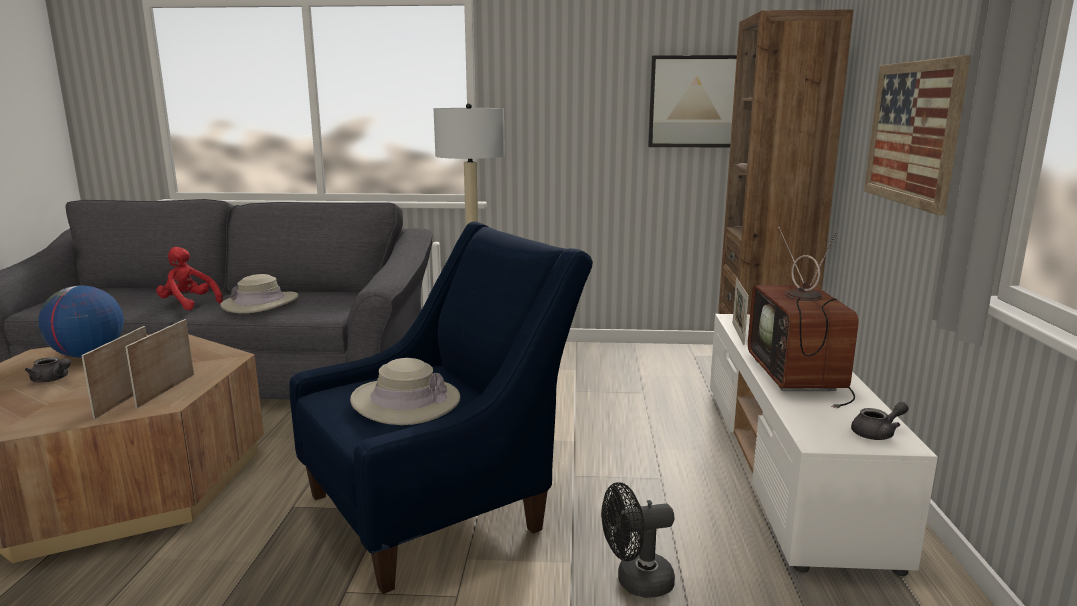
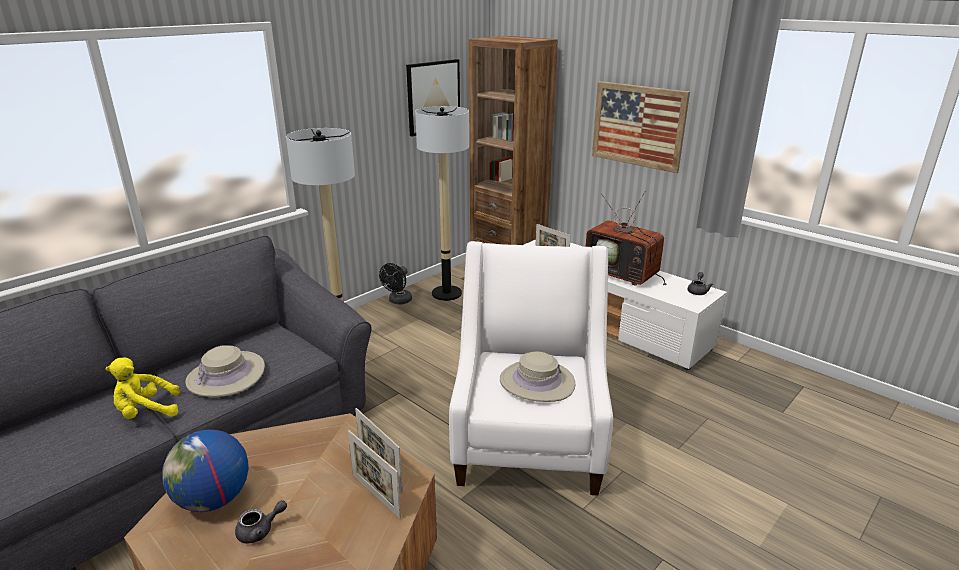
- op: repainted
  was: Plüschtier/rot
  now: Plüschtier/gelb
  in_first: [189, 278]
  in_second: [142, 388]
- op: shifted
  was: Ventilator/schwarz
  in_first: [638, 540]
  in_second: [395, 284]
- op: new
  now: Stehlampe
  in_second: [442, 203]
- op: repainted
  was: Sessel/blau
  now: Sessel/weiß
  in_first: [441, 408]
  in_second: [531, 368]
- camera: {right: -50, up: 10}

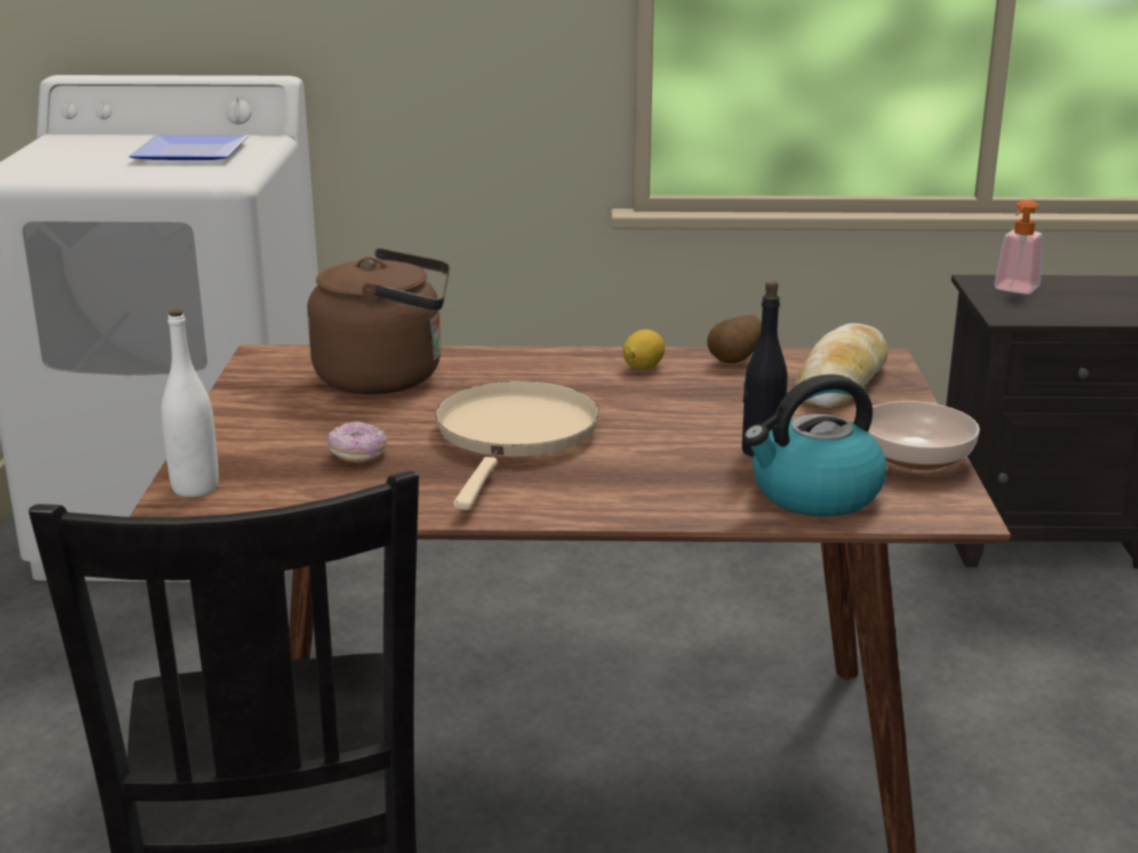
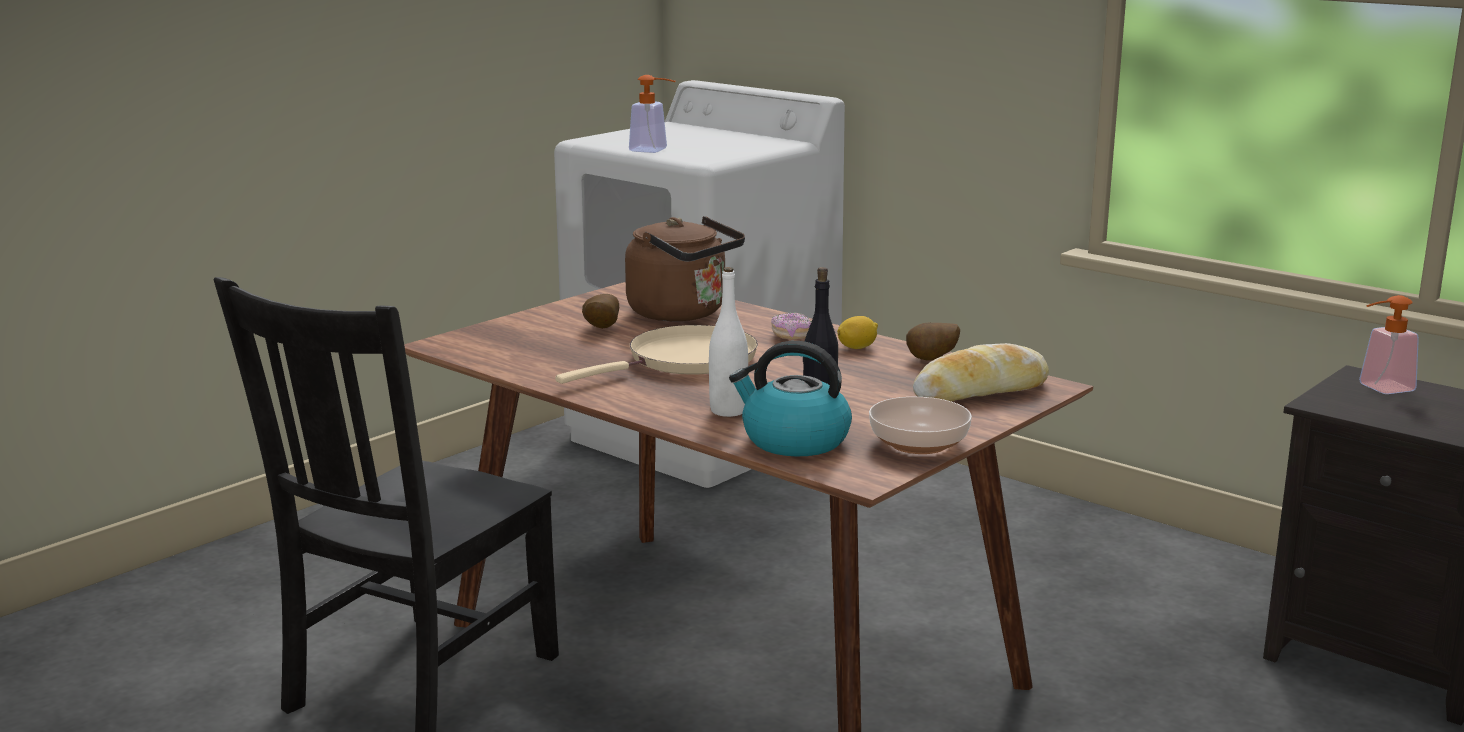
- op: new
  now: Kartoffel
  in_second: [600, 311]
- op: new
  now: Seifenspender
  in_second: [652, 114]
- op: shifted
  was: Flasche/weiß
  in_first: [190, 403]
  in_second: [728, 342]
- op: shifted
  was: Donut
  in_first: [357, 442]
  in_second: [791, 326]
- op: gone
  was: Teller
  in_first: [188, 147]
- camera: {right: 40, up: -5}

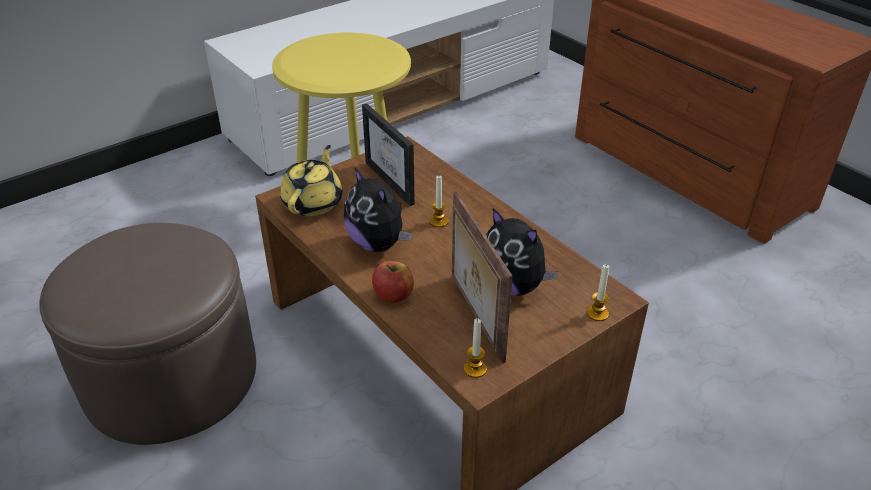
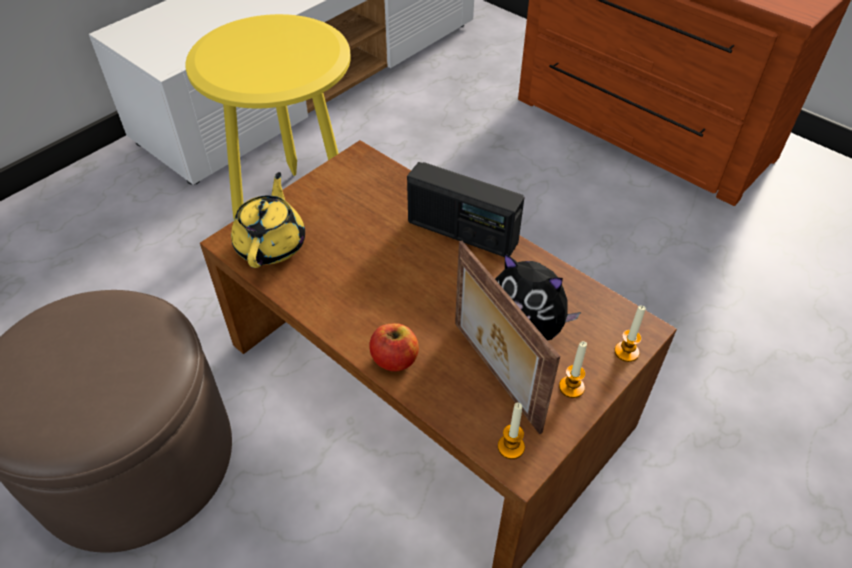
- op: new
  now: Radio
  in_second: [466, 209]
- op: shifted
  was: Kerze
  in_first: [438, 201]
  in_second: [573, 369]
- op: gone
  was: Plüschtier
  in_first: [378, 209]
- op: gone
  was: Bilderrahmen
  in_first: [388, 154]
- camera: {right: -10, up: 10}

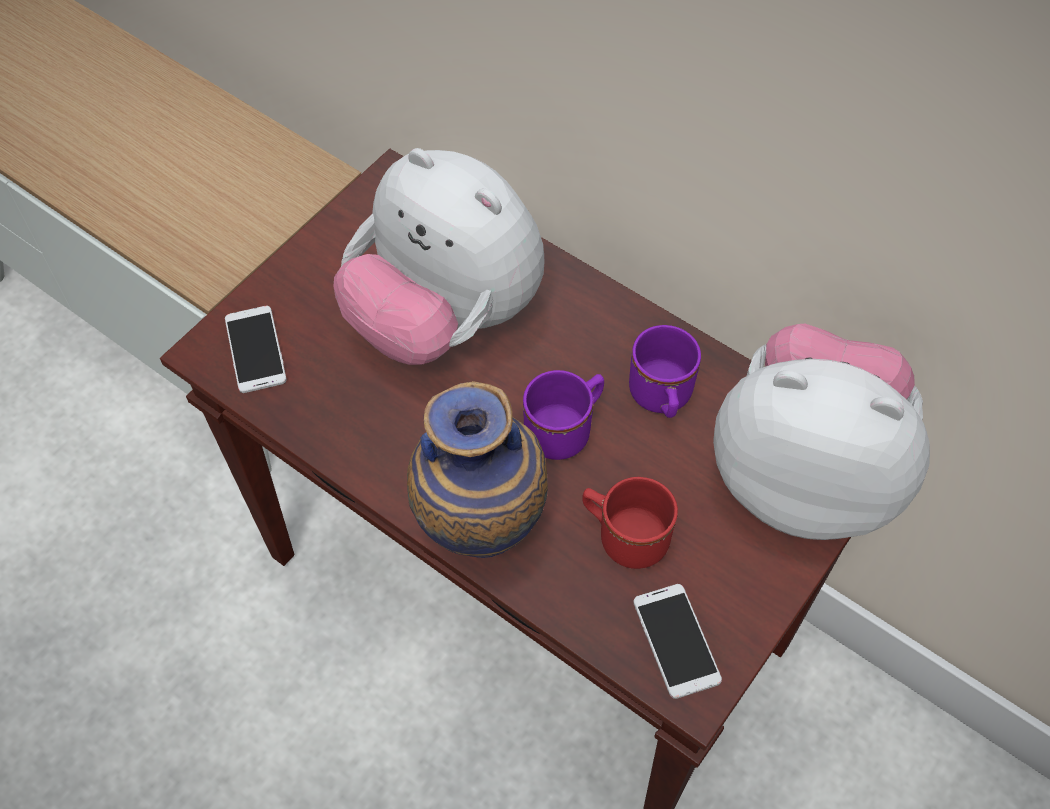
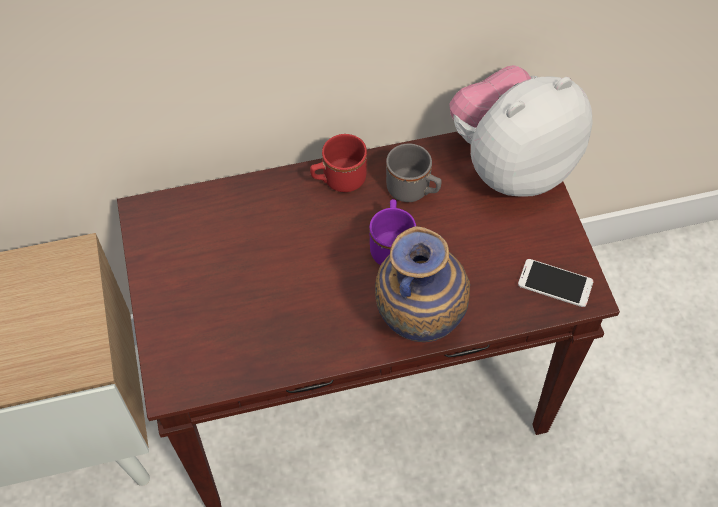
- op: shifted
  was: Henkelbecher/rot
  in_first: [630, 523]
  in_second: [338, 163]
- op: repainted
  was: Henkelbecher/lila
  now: Henkelbecher/grau
  in_first: [665, 371]
  in_second: [413, 173]
- op: gone
  was: Handy
  in_first: [256, 349]
- op: gone
  was: Plüschtier
  in_first: [439, 256]
- camera: {right: -50, up: 0}

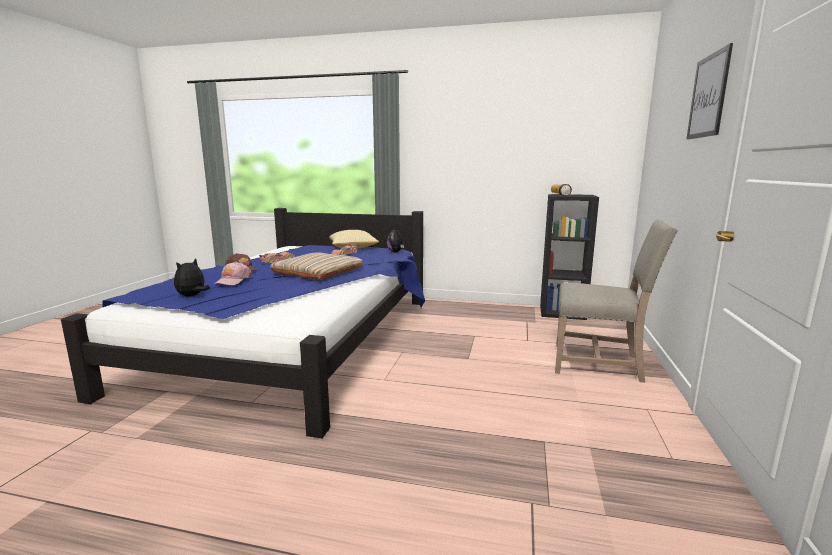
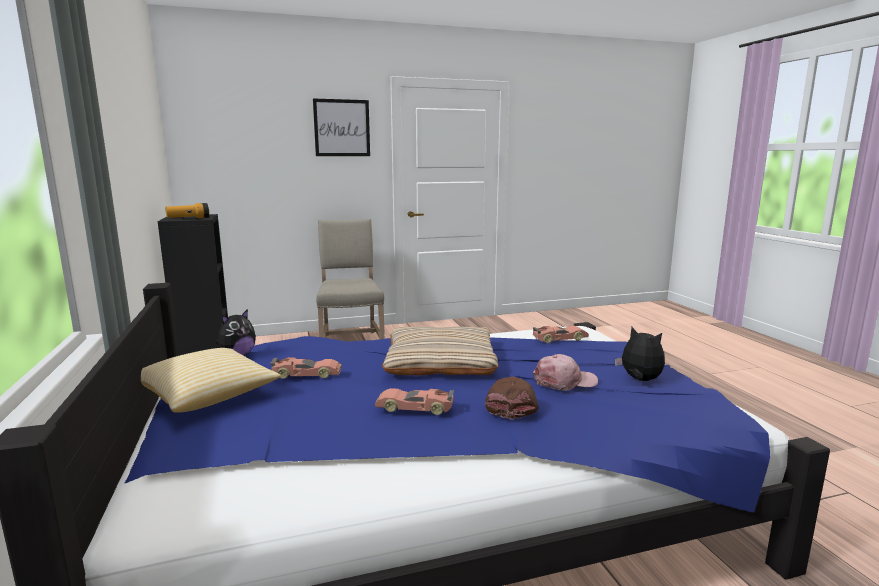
- op: new
  now: Spielzeugauto
  in_second: [561, 334]
- op: rotated
  was: Plüschtier
  in_first: [192, 277]
  in_second: [640, 354]
  clockwise: -135
- camera: {right: -120, up: 0}

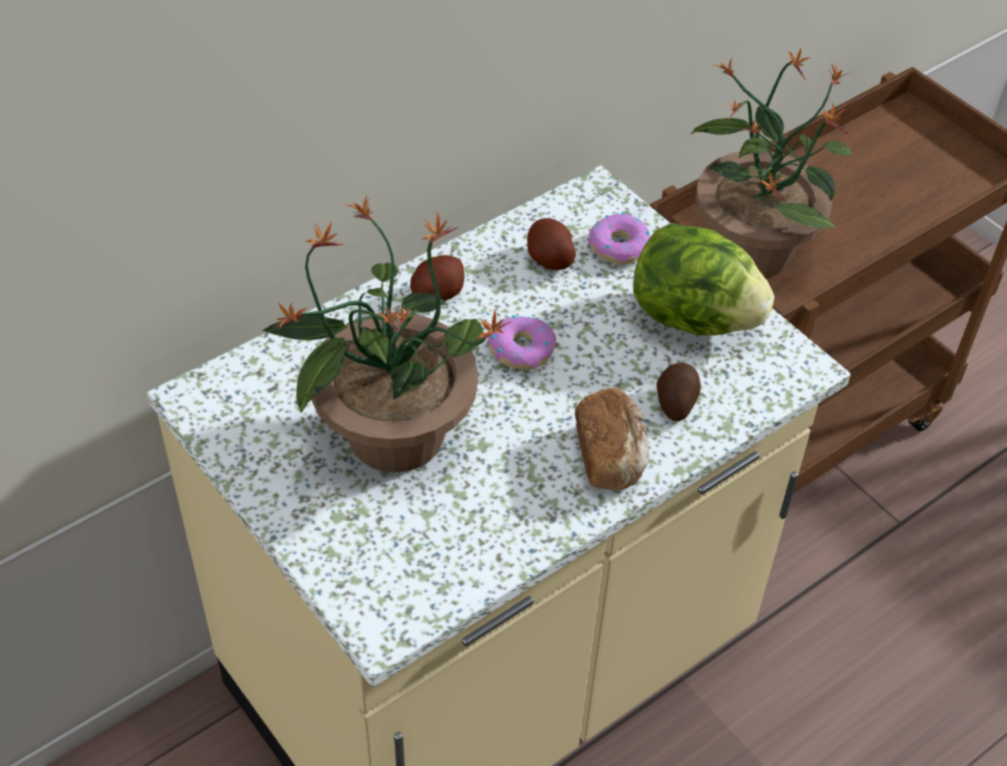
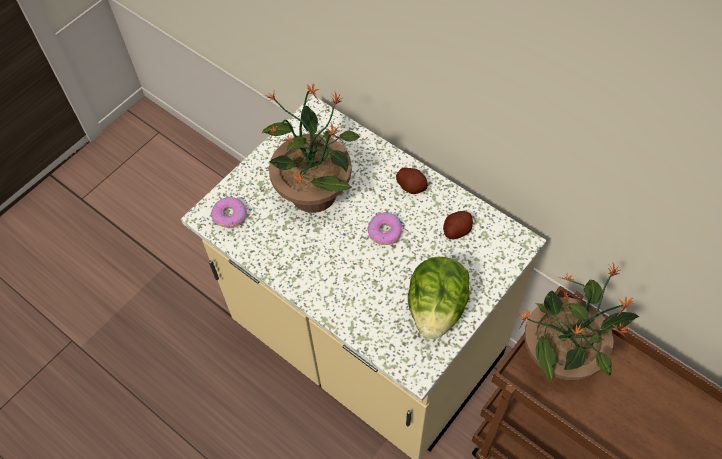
- op: shifted
  was: Donut
  in_first: [619, 238]
  in_second: [229, 212]
- op: gone
  was: Brot
  in_first: [612, 439]
- op: gone
  was: Kartoffel
  in_first: [678, 392]
- camera: {right: 80, up: 10}

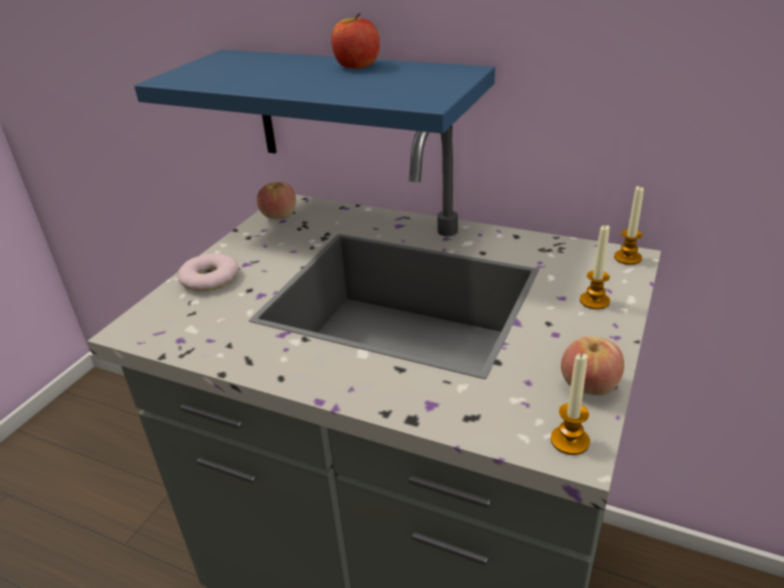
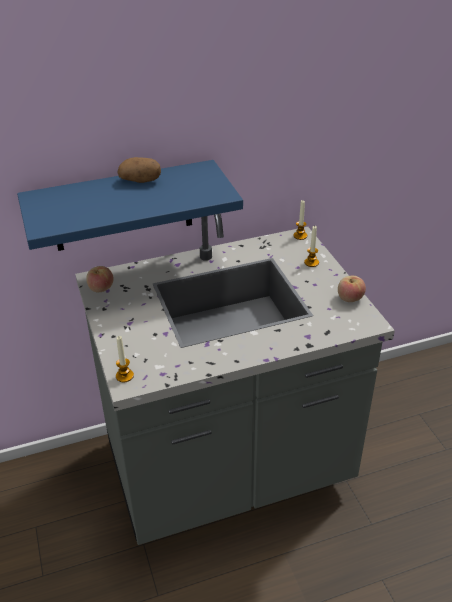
- op: shifted
  was: Kerze
  in_first: [570, 404]
  in_second: [125, 359]
- op: swapped
  was: Apfel
  now: Kartoffel
  in_first: [355, 41]
  in_second: [139, 170]
- op: gone
  was: Donut
  in_first: [208, 272]
- camera: {right: -45, up: 5}

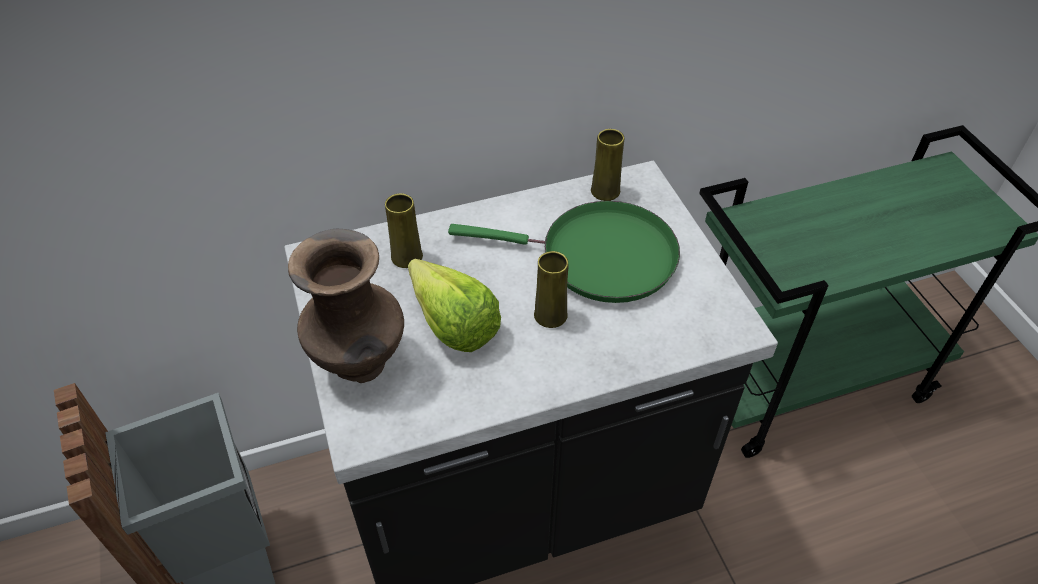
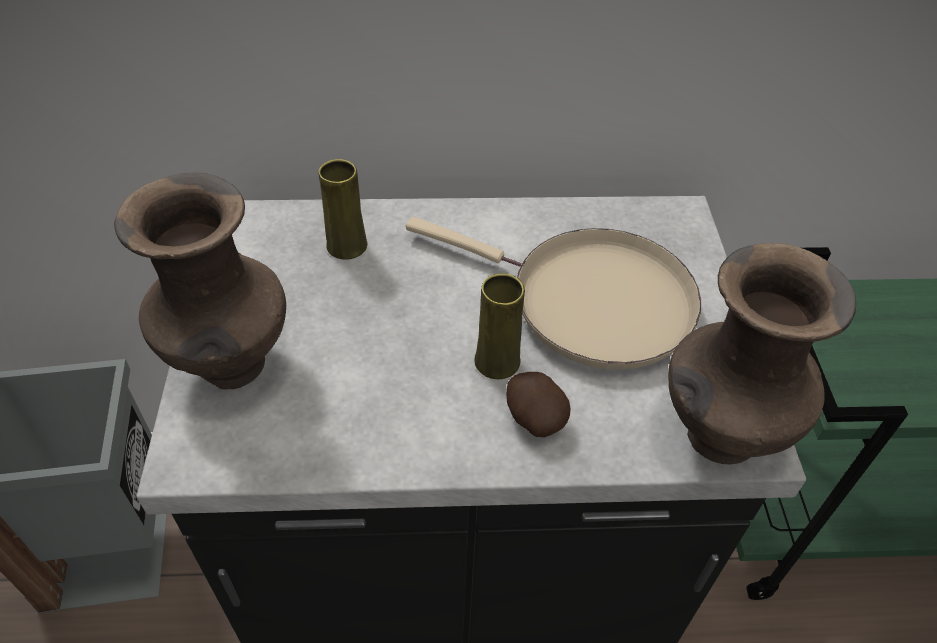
- op: repainted
  was: Pfanne/grün
  now: Pfanne/beige
  in_first: [564, 252]
  in_second: [553, 293]
- op: new
  now: Kartoffel
  in_second: [538, 404]
- op: new
  now: Vase/braun
  in_second: [762, 353]
- op: gone
  was: Salatkopf
  in_first: [454, 305]
- op: gone
  was: Vase/gelb
  in_first: [607, 165]
- camera: {right: 15, up: 0}

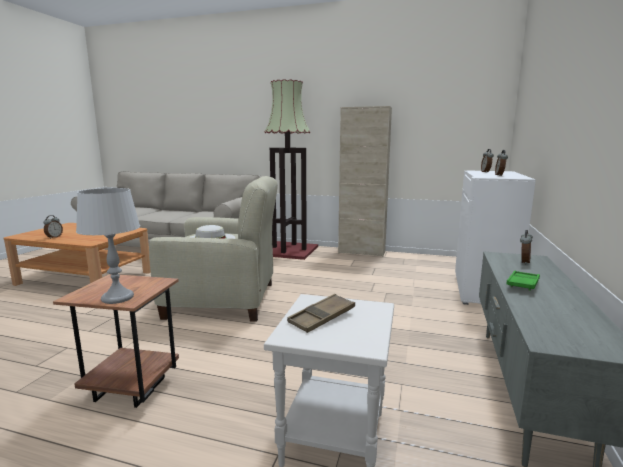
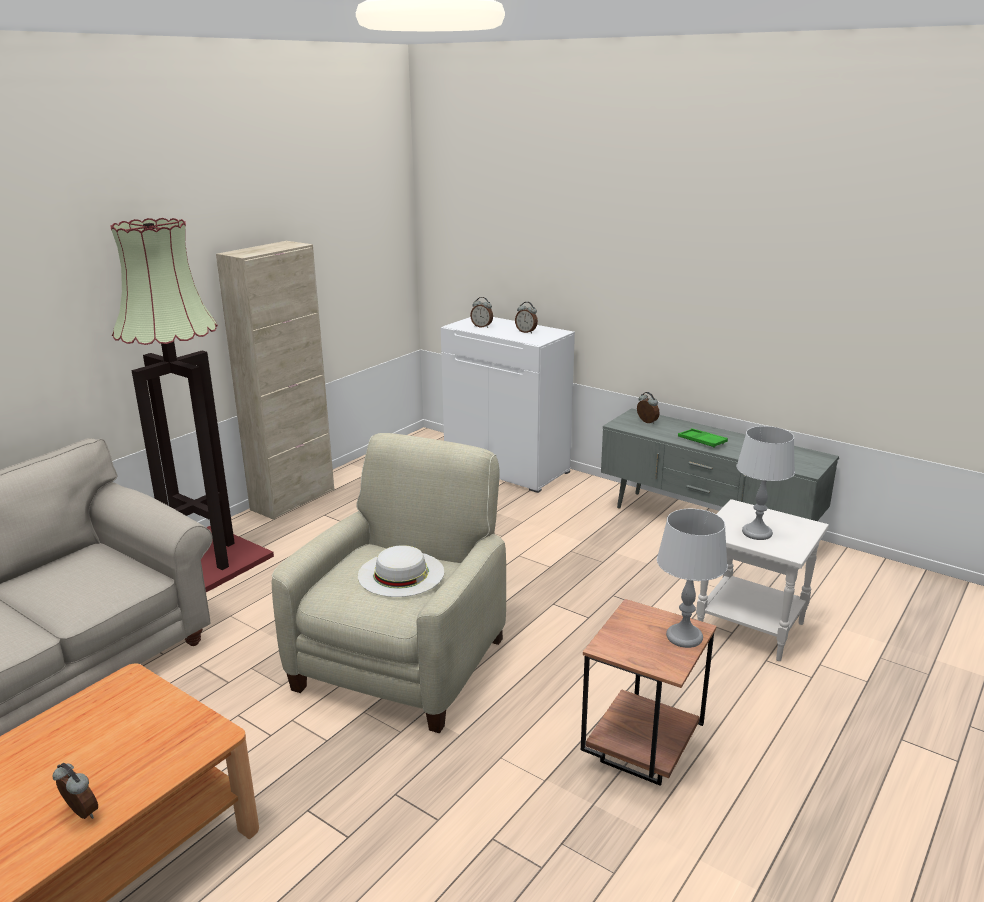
- op: swapped
  was: Tablett/braun
  now: Tischlampe/grau
  in_first: [321, 313]
  in_second: [766, 483]
- camera: {right: -70, up: 10}

